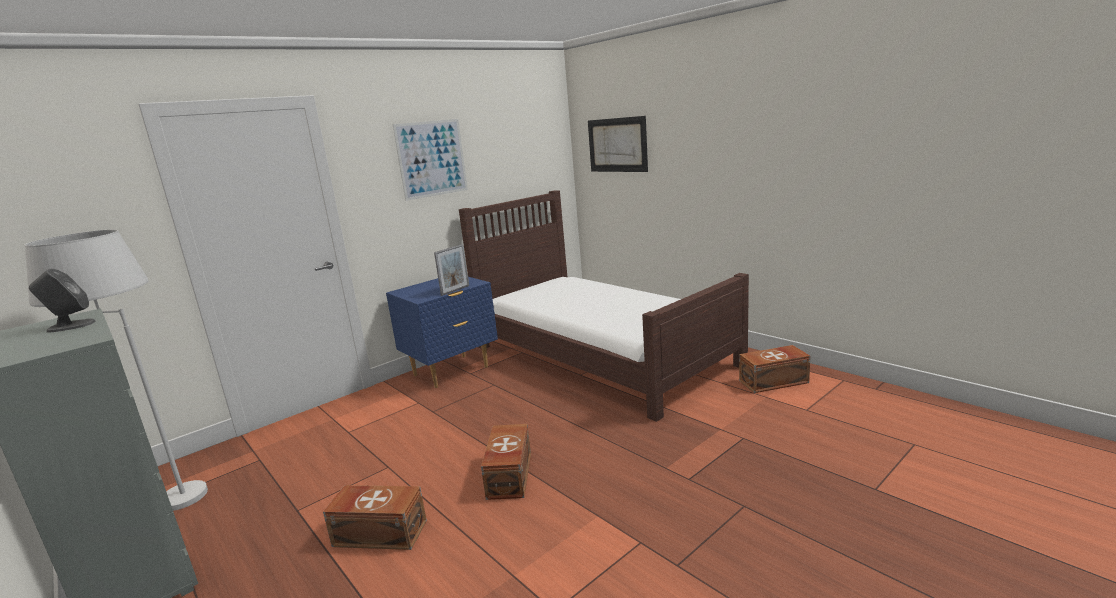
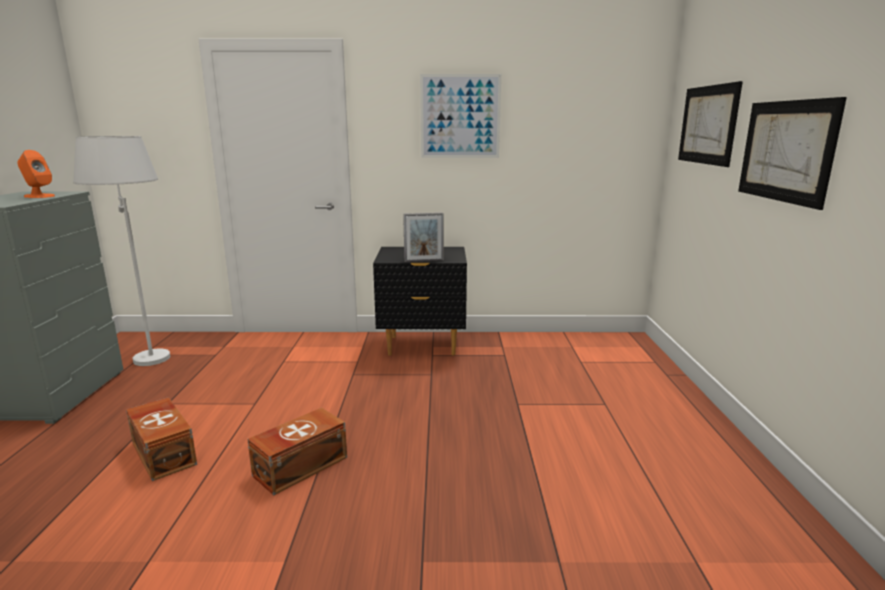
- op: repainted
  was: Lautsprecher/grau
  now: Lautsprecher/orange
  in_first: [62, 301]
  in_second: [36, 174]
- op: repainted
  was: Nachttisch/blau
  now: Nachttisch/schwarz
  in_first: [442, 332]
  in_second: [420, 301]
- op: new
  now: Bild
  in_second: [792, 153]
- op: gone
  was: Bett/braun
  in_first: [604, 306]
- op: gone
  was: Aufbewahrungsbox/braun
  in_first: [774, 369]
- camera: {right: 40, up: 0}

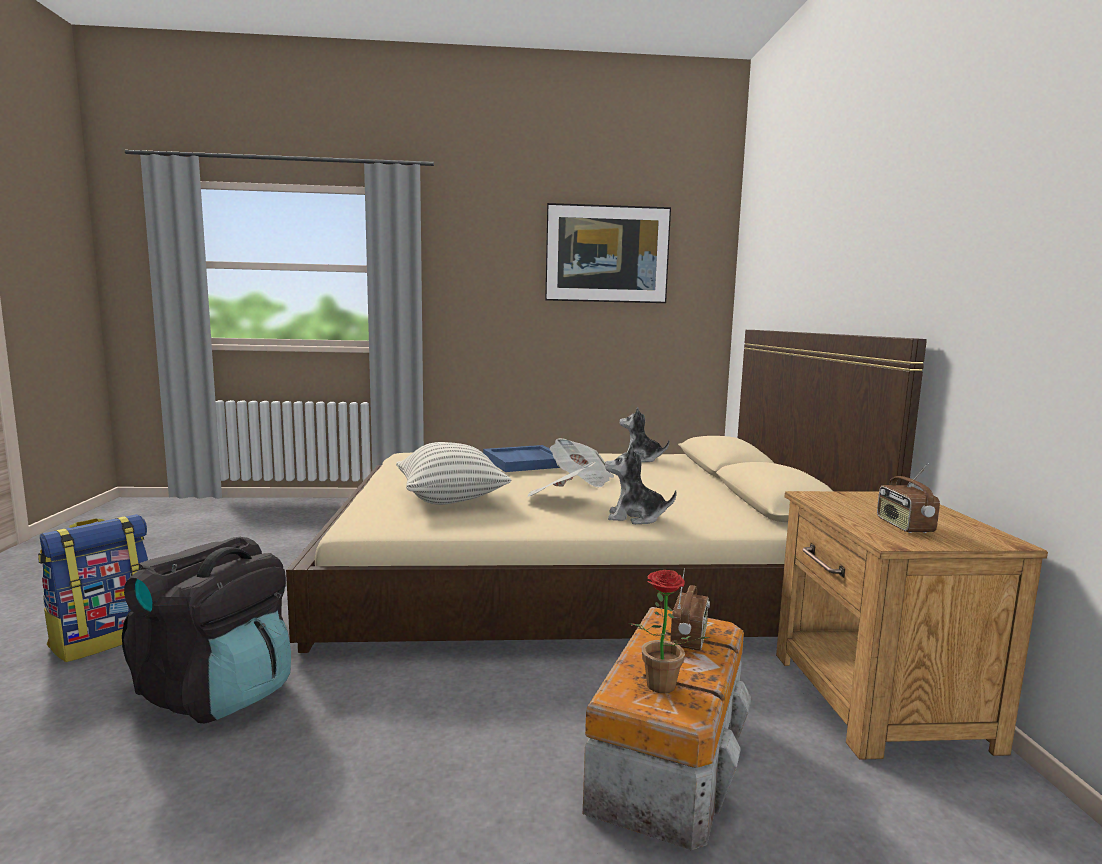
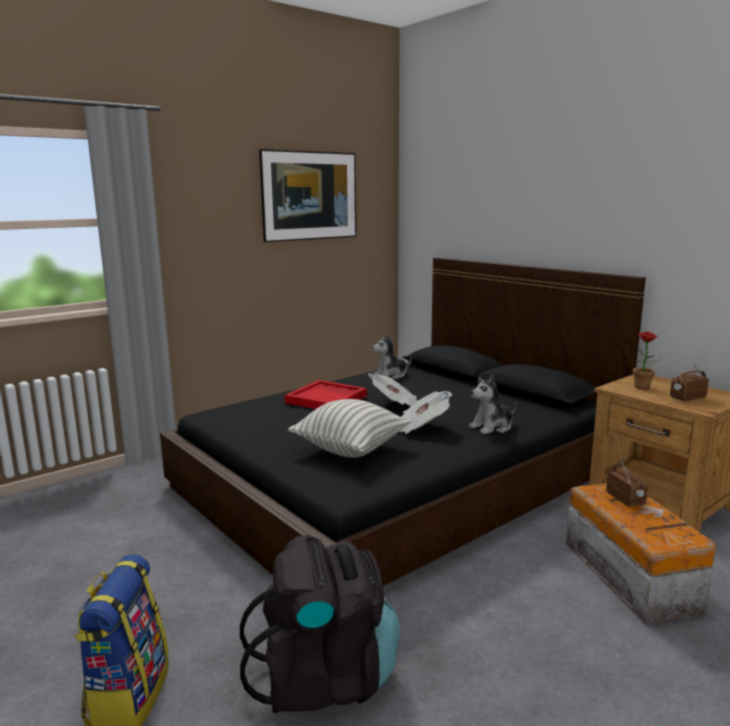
- op: repainted
  was: Bett/beige
  now: Bett/schwarz
  in_first: [606, 491]
  in_second: [403, 421]
- op: repainted
  was: Tablett/blau
  now: Tablett/rot
  in_first: [521, 458]
  in_second: [325, 394]
- op: shifted
  was: Topfpflanze
  in_first: [669, 631]
  in_second: [646, 360]
- op: rotated
  was: Radio
  in_first: [908, 498]
  in_second: [689, 382]
  clockwise: 105
- camera: {right: -35, up: 5}

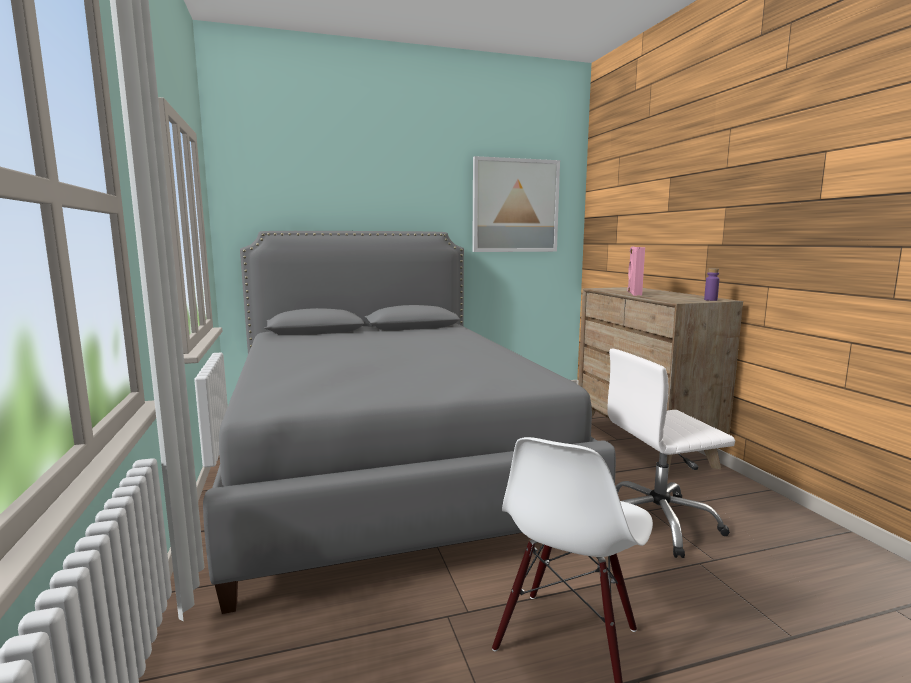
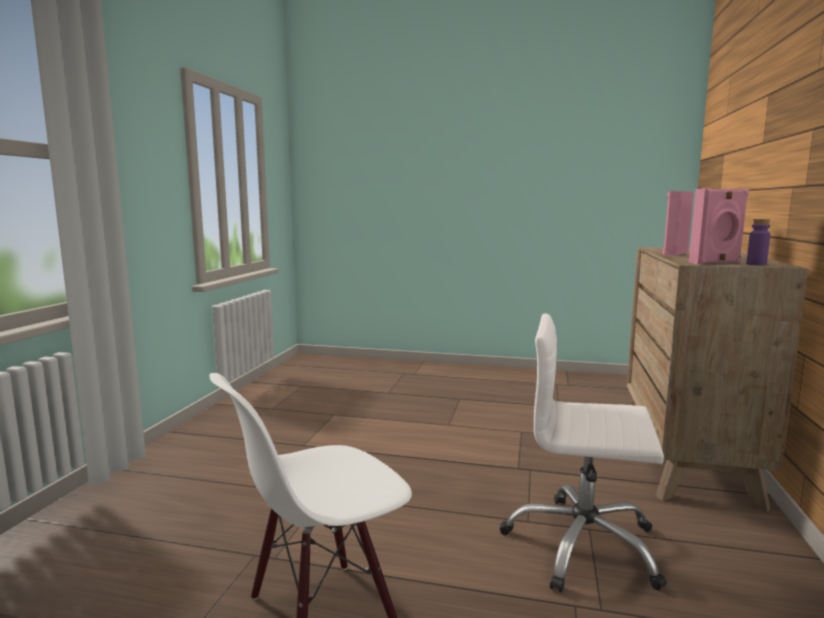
- op: new
  now: Lautsprecher/rosa
  in_second: [719, 226]
- op: gone
  was: Bett/grau
  in_first: [409, 422]
- op: gone
  was: Bild
  in_first: [516, 204]
- camera: {right: 30, up: 0}

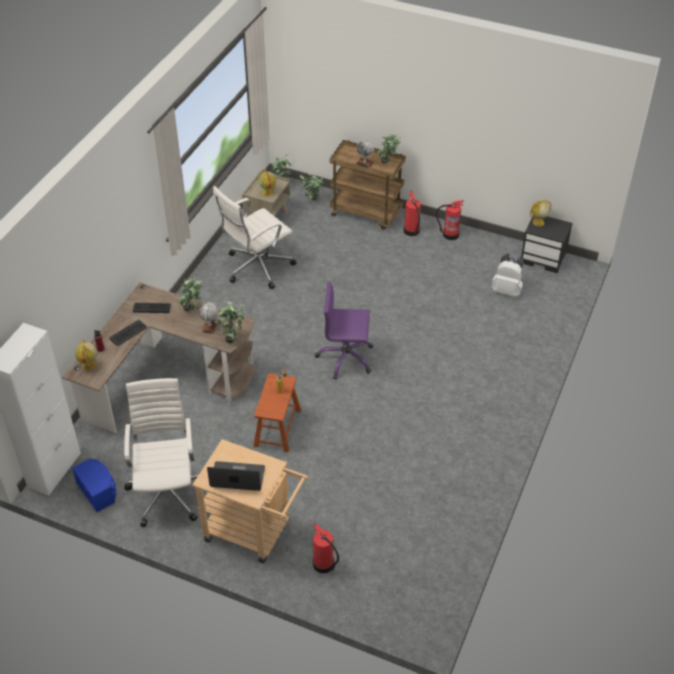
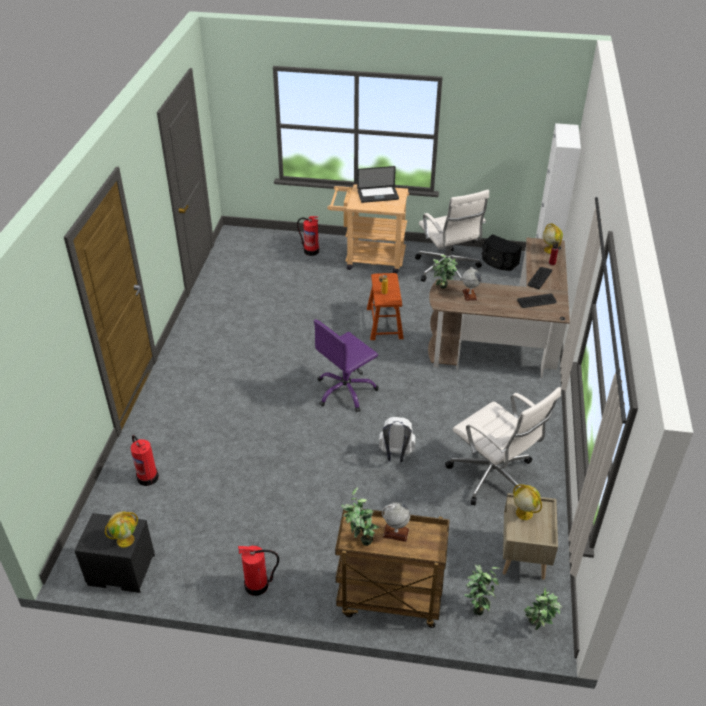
- op: shifted
  was: Feuerlöscher
  in_first: [412, 213]
  in_second: [144, 460]
- op: rotated
  was: Bürostuhl/lila
  in_first: [344, 331]
  in_second: [346, 365]
  clockwise: 150
- op: shifted
  was: Rucksack/weiß
  in_first: [507, 275]
  in_second: [397, 439]
- op: rotated
  was: Bürostuhl/weiß
  in_first: [255, 237]
  in_second: [503, 446]
  clockwise: 105
- op: repainted
  was: Lautsprecher/blau
  now: Lautsprecher/schwarz
  in_first: [94, 485]
  in_second: [502, 252]
- op: gone
  was: Topfpflanze
  in_first: [190, 294]
- camera: {right: 165, up: -5}

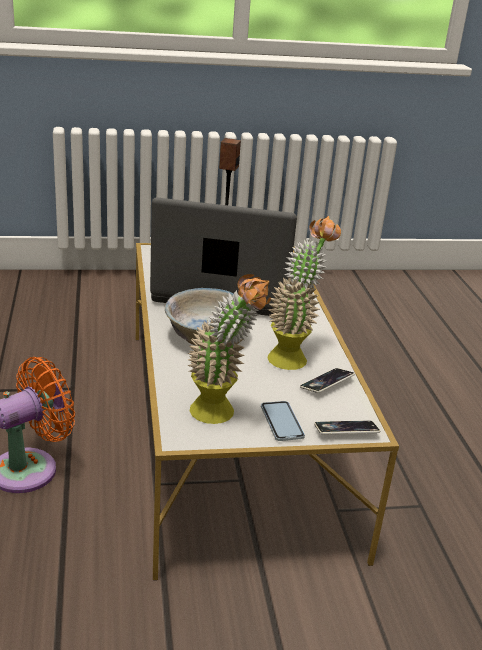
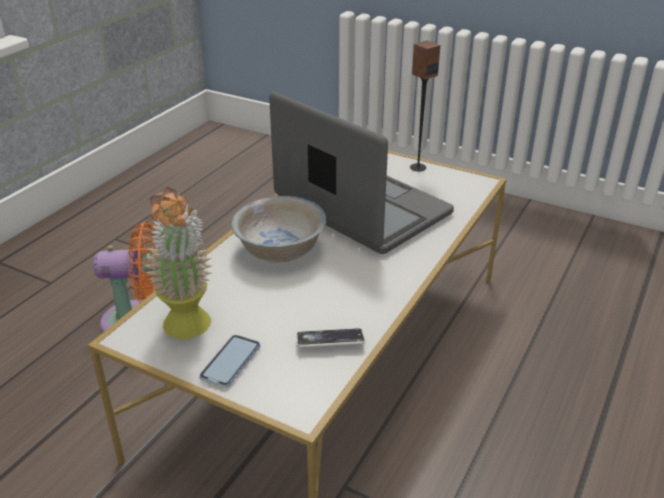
- op: gone
  was: Topfpflanze
  in_first: [304, 293]
- op: gone
  was: Handy
  in_first: [347, 427]
- camera: {right: 40, up: 5}

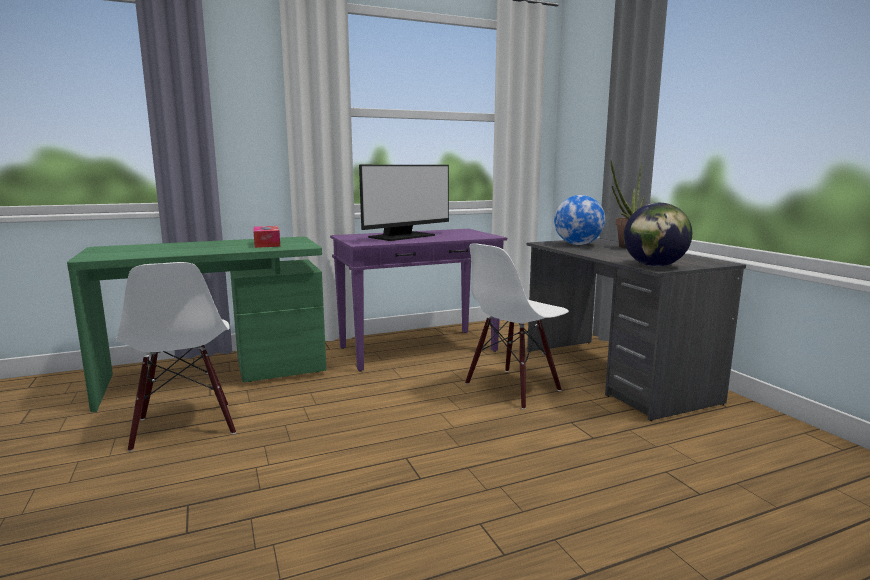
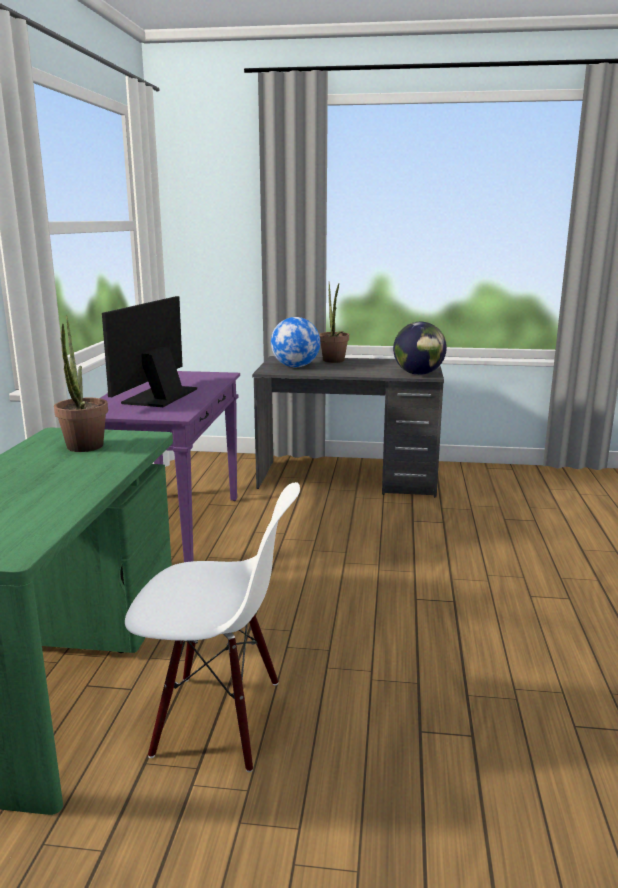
- op: swapped
  was: Taschentuchbox
  now: Topfpflanze
  in_first: [266, 237]
  in_second: [81, 383]
- op: rotated
  was: Monitor
  in_first: [404, 203]
  in_second: [149, 351]
  clockwise: -150
- op: gone
  was: Stuhl/weiß
  in_first: [517, 326]
- camera: {right: -60, up: 5}

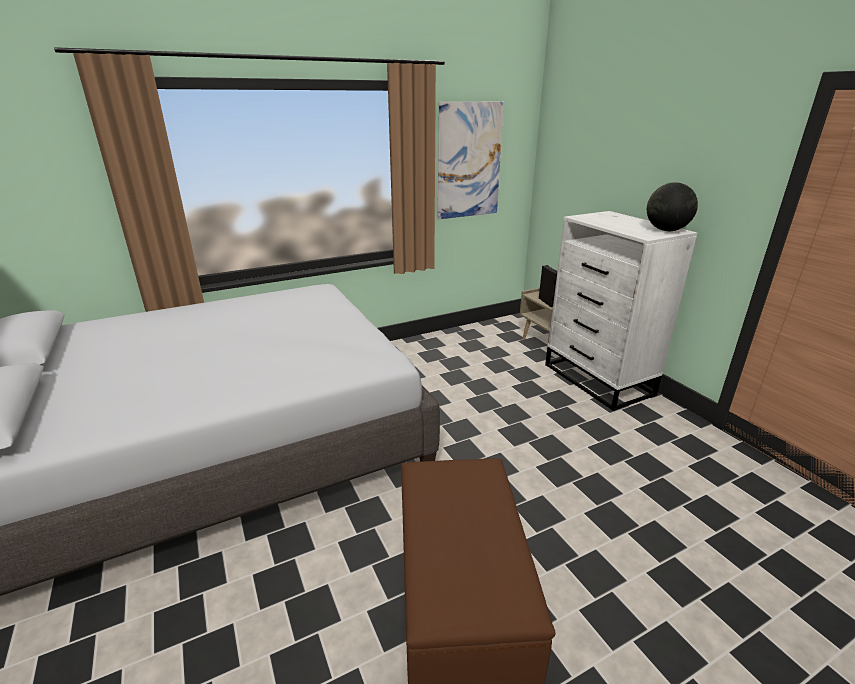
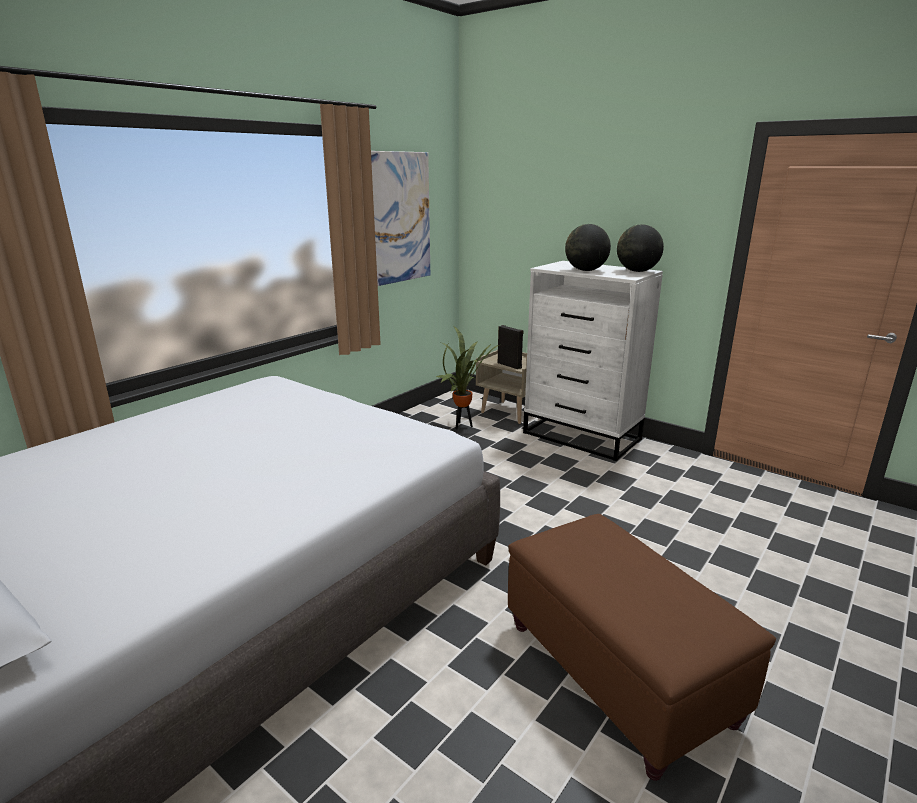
- op: new
  now: Topfpflanze
  in_second: [467, 378]
- op: new
  now: Globus
  in_second: [588, 247]
- camera: {right: -25, up: -5}

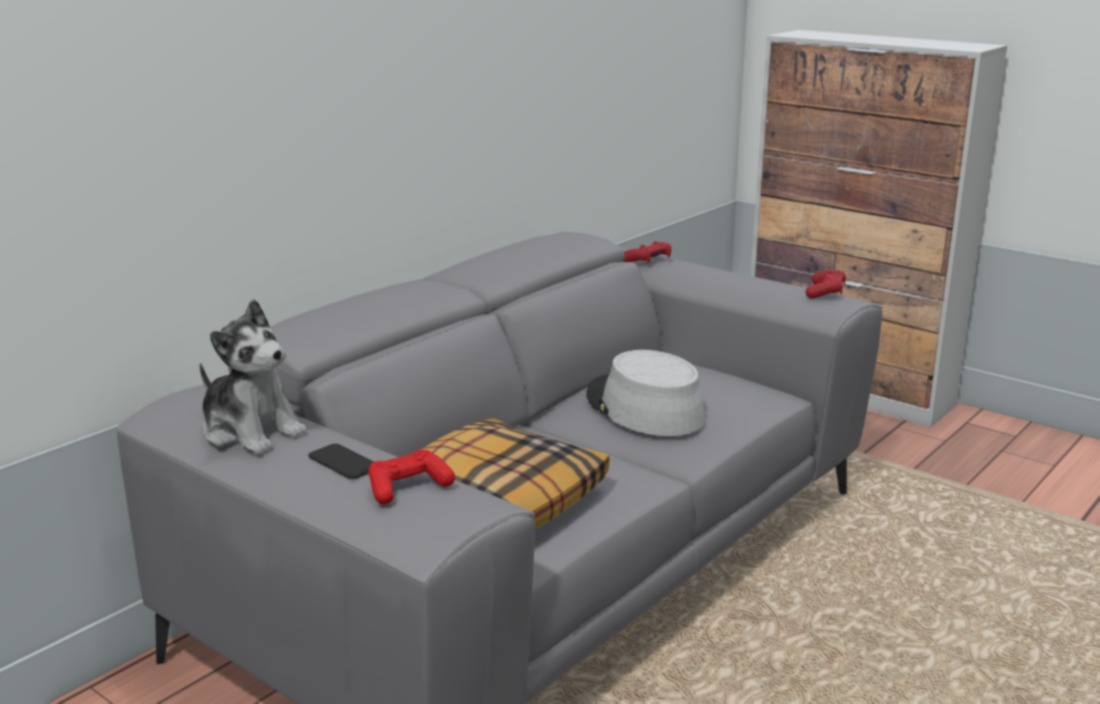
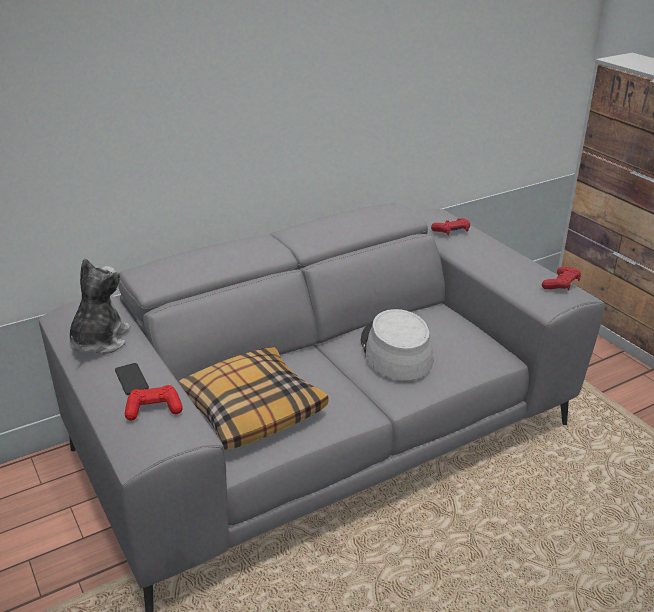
- op: rotated
  was: Plüschtier
  in_first: [253, 376]
  in_second: [100, 306]
  clockwise: -135
- camera: {right: 20, up: 10}

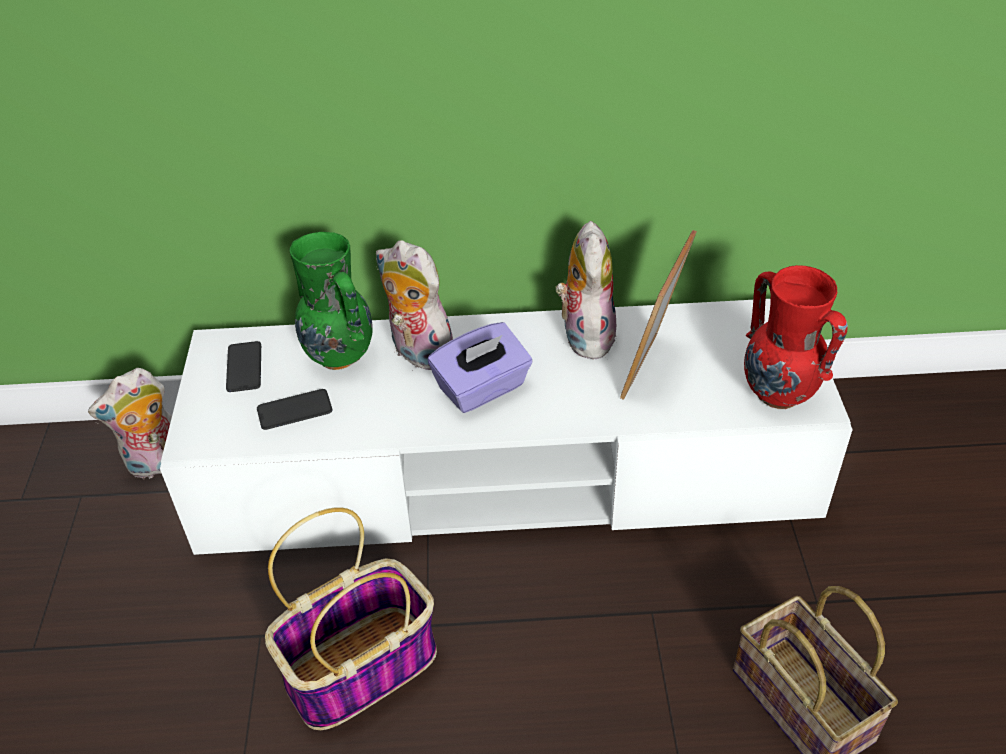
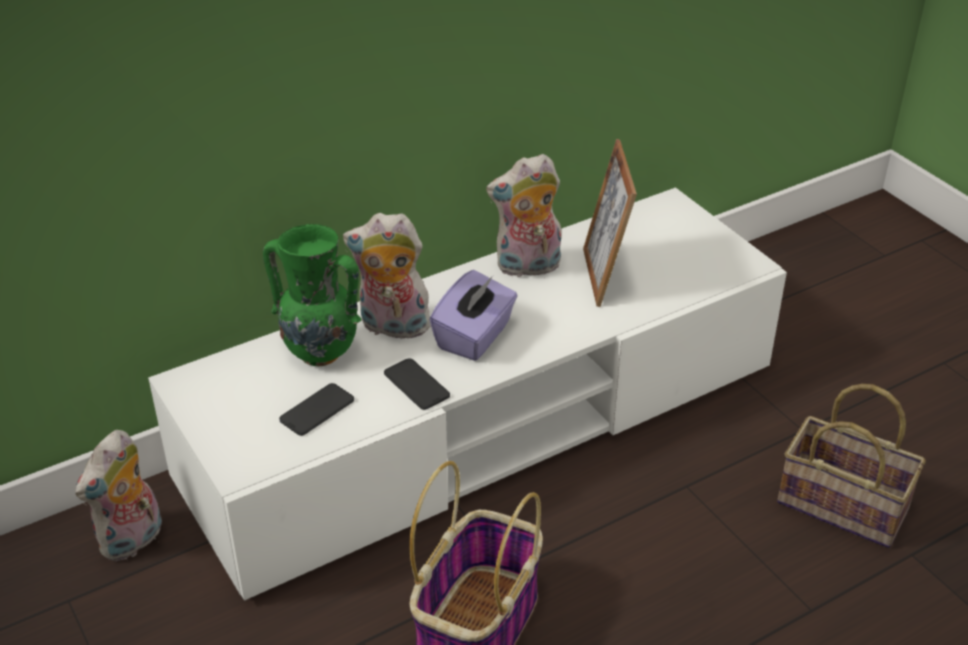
- op: shifted
  was: Handy
  in_first: [243, 366]
  in_second: [417, 384]
- op: rotated
  was: Plüschtier
  in_first: [585, 290]
  in_second: [523, 215]
  clockwise: -75
- op: gone
  was: Vase/rot
  in_first: [796, 337]
- camera: {right: -30, up: -5}

